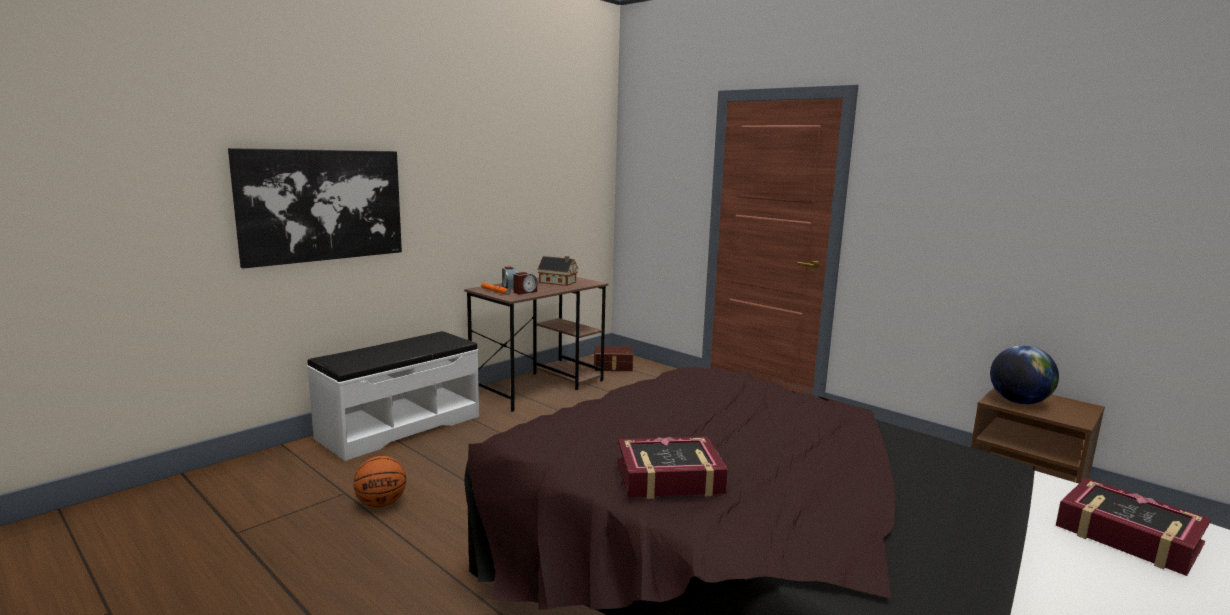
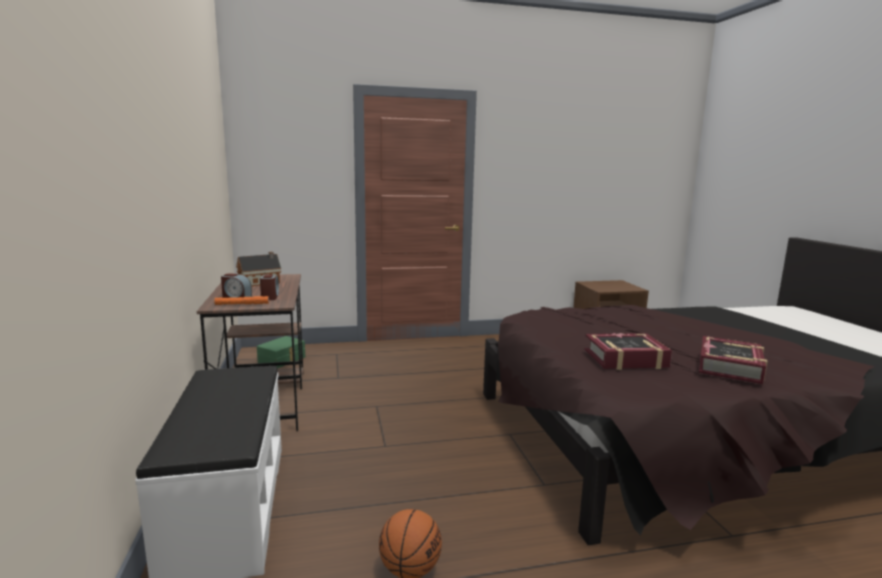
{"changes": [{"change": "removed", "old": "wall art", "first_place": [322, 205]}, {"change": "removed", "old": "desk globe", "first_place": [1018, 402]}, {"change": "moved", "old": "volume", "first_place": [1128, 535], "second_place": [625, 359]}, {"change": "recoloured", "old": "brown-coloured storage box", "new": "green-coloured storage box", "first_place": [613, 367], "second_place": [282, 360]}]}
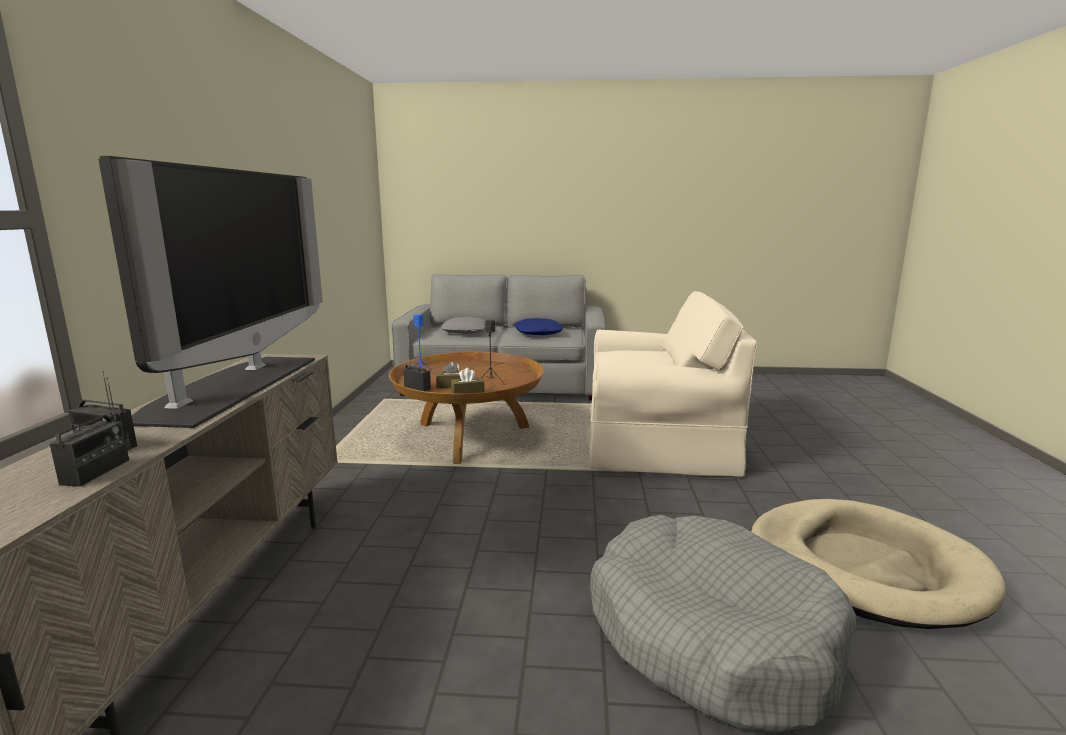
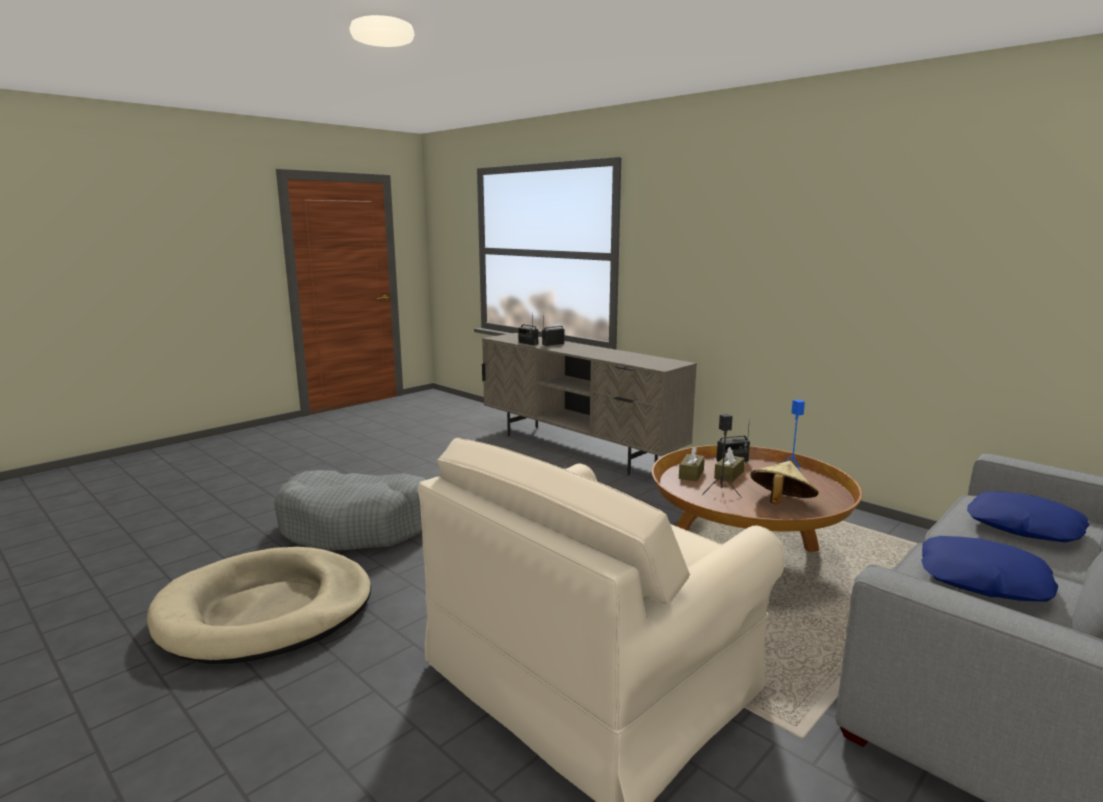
{"changes": [{"change": "removed", "old": "TV", "first_place": [232, 387]}, {"change": "added", "new": "sand-coloured clothing hat", "second_place": [781, 503]}, {"change": "recoloured", "old": "gray throw pillow", "new": "bluish throw pillow", "first_place": [465, 331], "second_place": [1023, 527]}]}
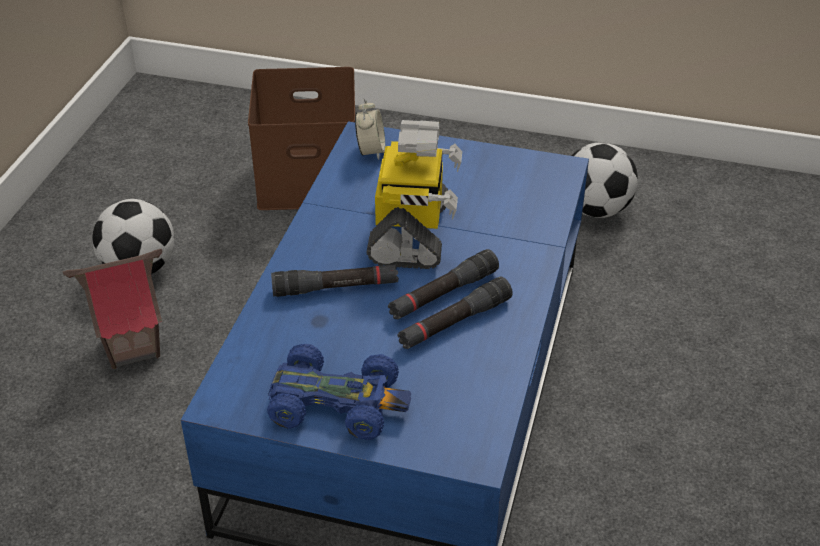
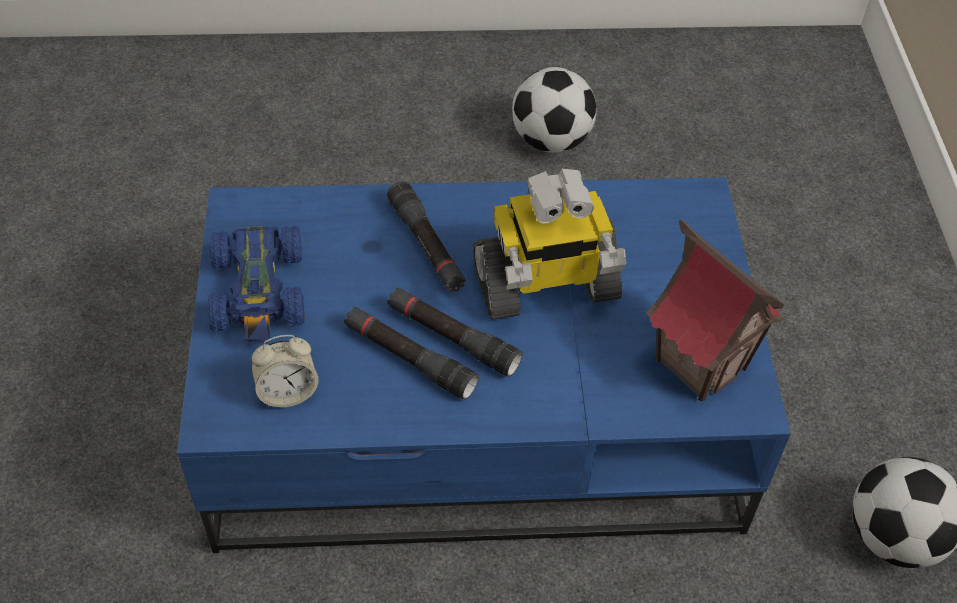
{"changes": [{"change": "removed", "old": "brown-coloured storage box", "first_place": [311, 177]}, {"change": "moved", "old": "miniature house", "first_place": [131, 346], "second_place": [701, 363]}, {"change": "moved", "old": "alarm clock", "first_place": [370, 151], "second_place": [287, 392]}]}
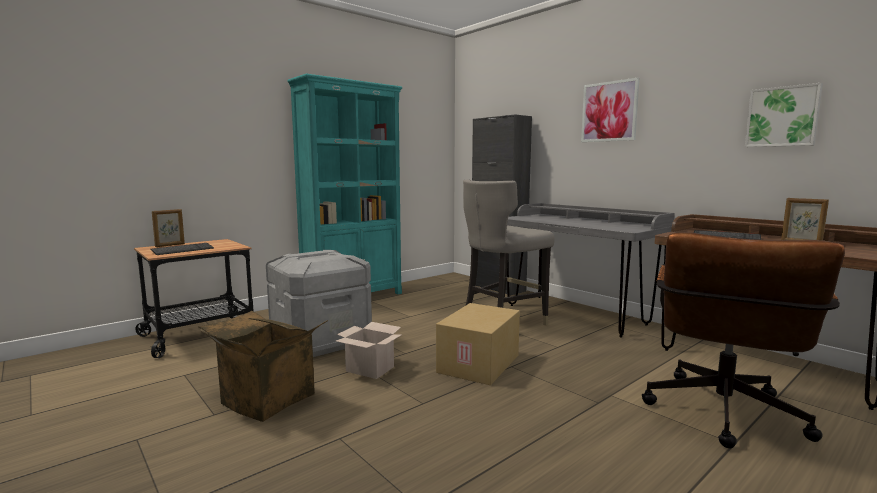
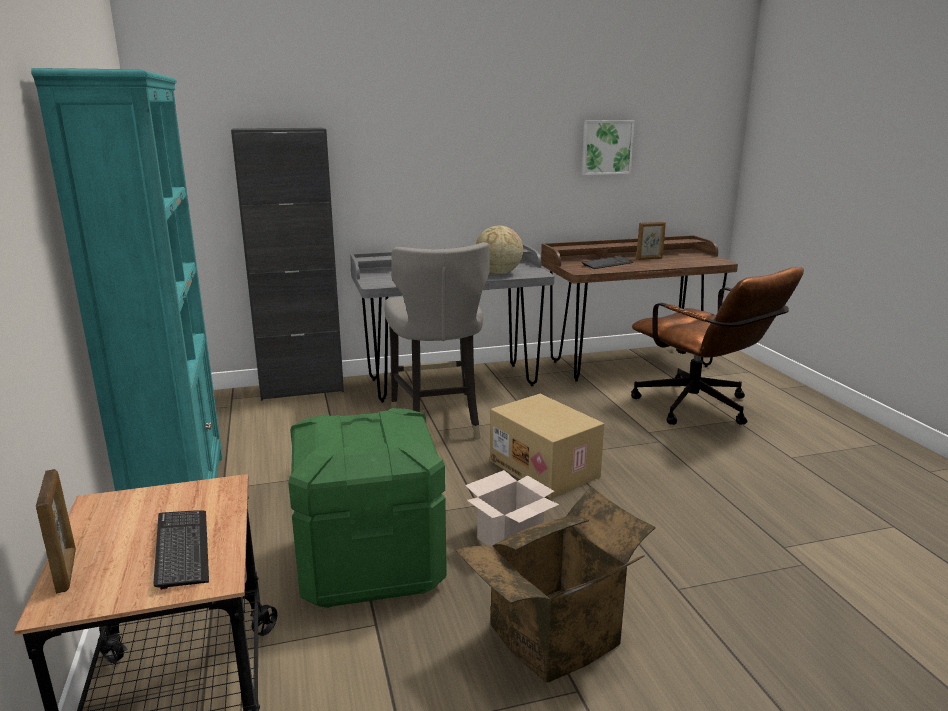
{"changes": [{"change": "removed", "old": "wall art", "first_place": [609, 111]}, {"change": "added", "new": "desk globe", "second_place": [498, 273]}, {"change": "recoloured", "old": "gray storage box", "new": "green-coloured storage box", "first_place": [321, 341], "second_place": [369, 563]}]}
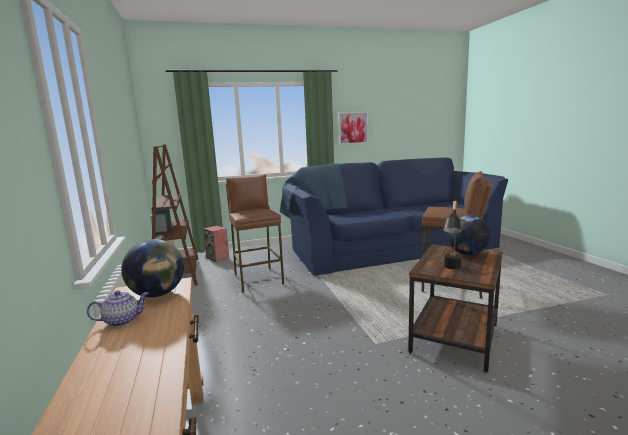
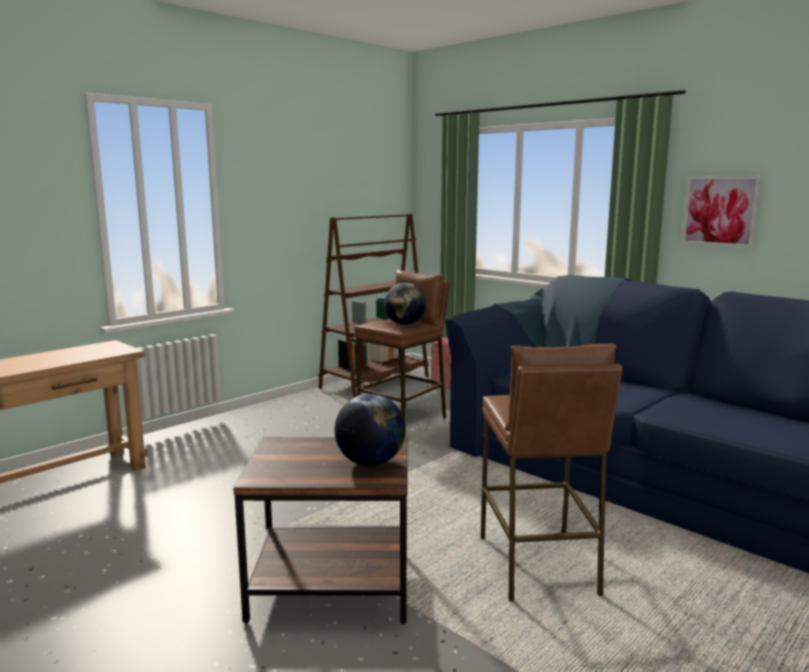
{"changes": [{"change": "removed", "old": "tea pot", "first_place": [122, 321]}, {"change": "removed", "old": "blackish lamp for a table", "first_place": [451, 269]}, {"change": "moved", "old": "desk globe", "first_place": [157, 294], "second_place": [405, 324]}]}
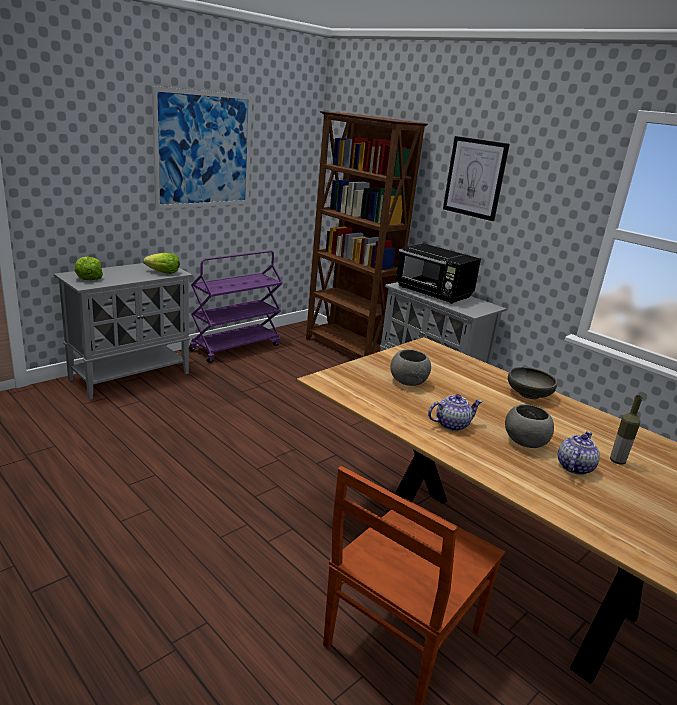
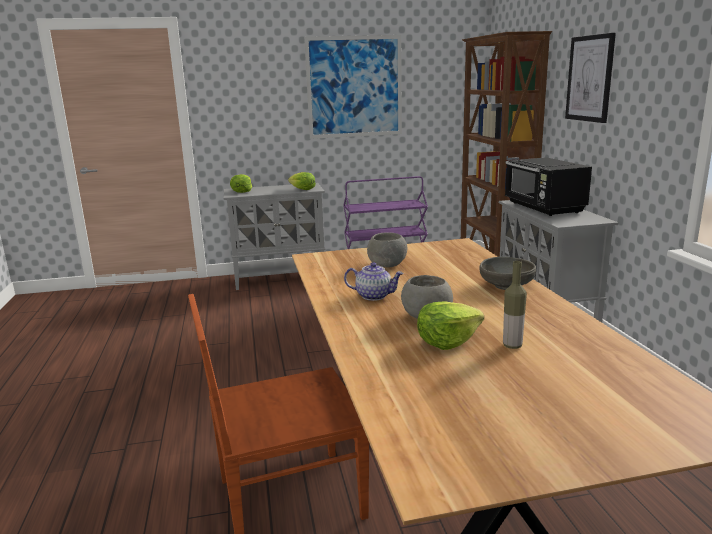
{"changes": [{"change": "replaced", "old": "tea pot", "new": "lettuce", "first_place": [574, 467], "second_place": [447, 341]}]}
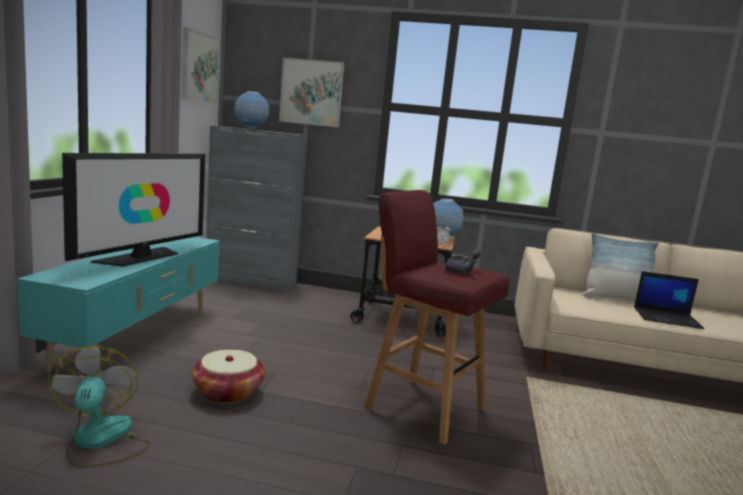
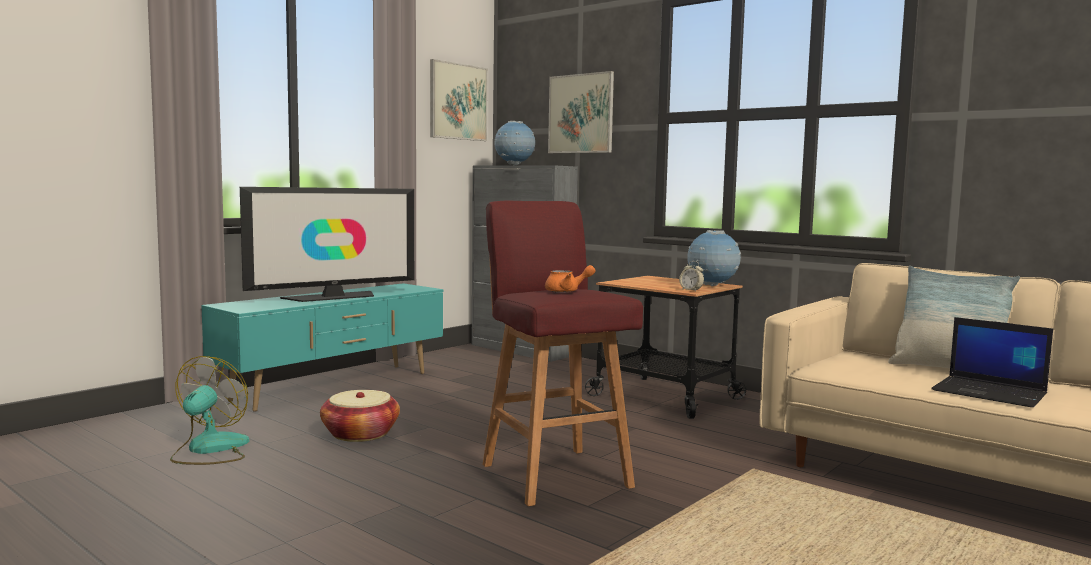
{"changes": [{"change": "recoloured", "old": "gray tea pot", "new": "orangey tea pot", "first_place": [461, 271], "second_place": [567, 291]}]}
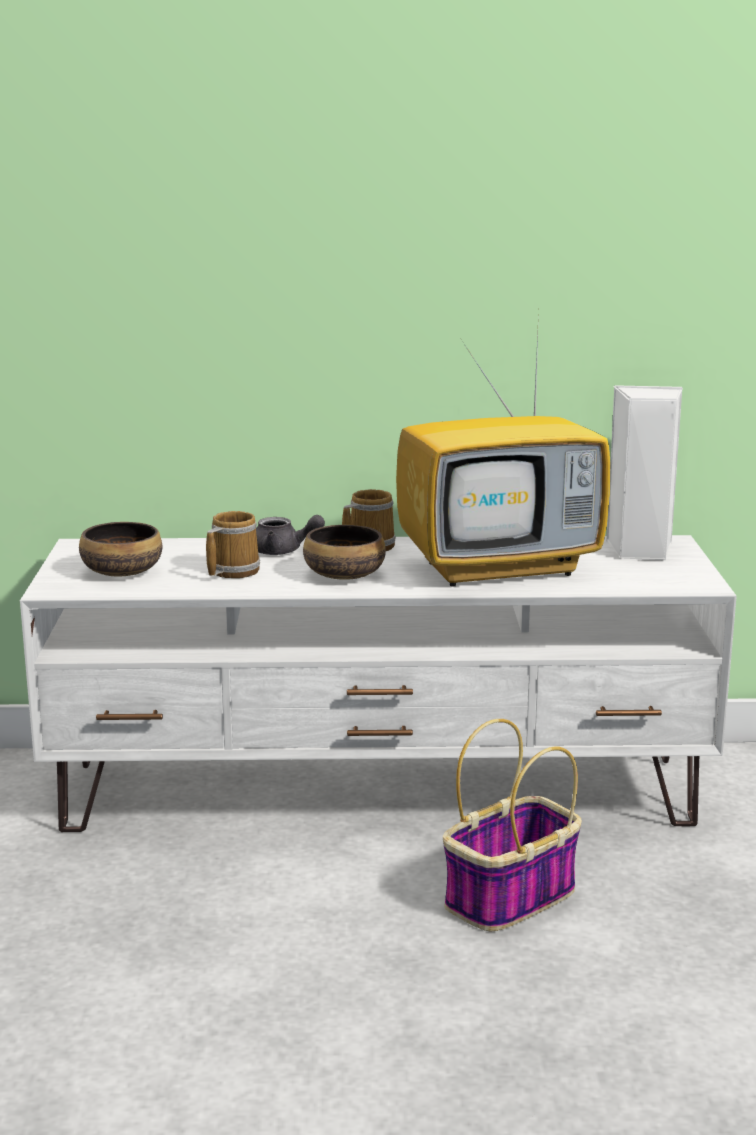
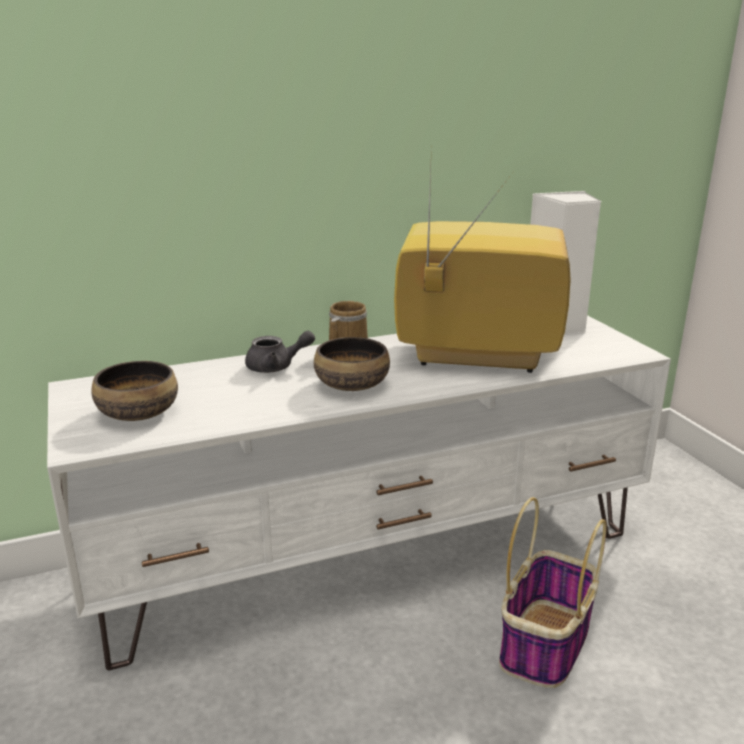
{"changes": [{"change": "removed", "old": "coffee mug", "first_place": [231, 571]}, {"change": "turned", "old": "TV", "first_place": [501, 567], "second_place": [473, 357], "degrees": -135}]}
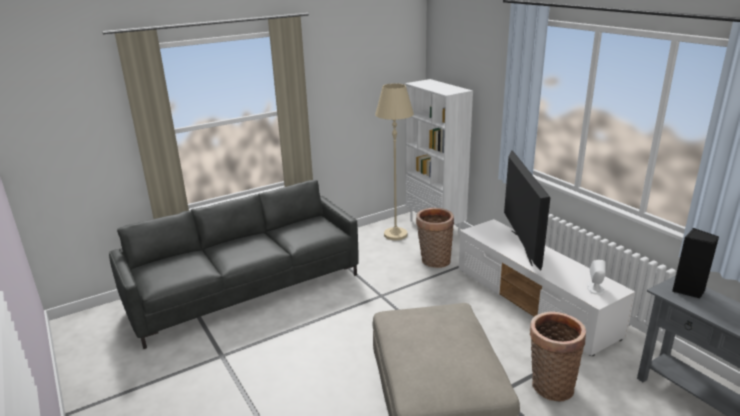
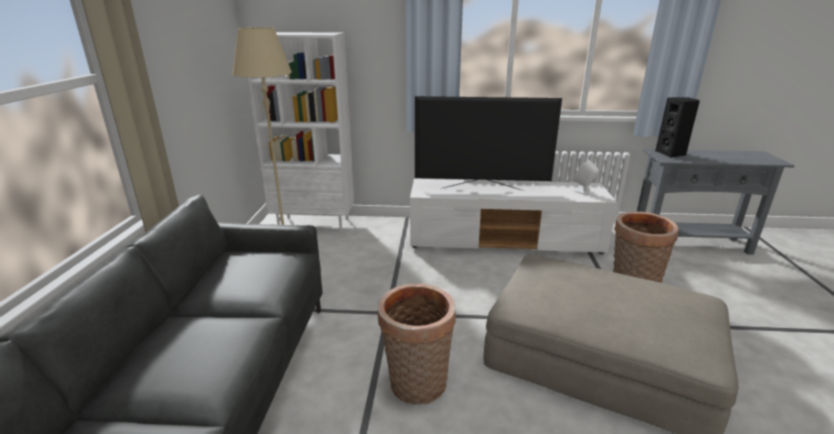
{"changes": [{"change": "moved", "old": "storage basket", "first_place": [434, 261], "second_place": [416, 387]}, {"change": "turned", "old": "TV", "first_place": [520, 247], "second_place": [481, 189], "degrees": 150}]}
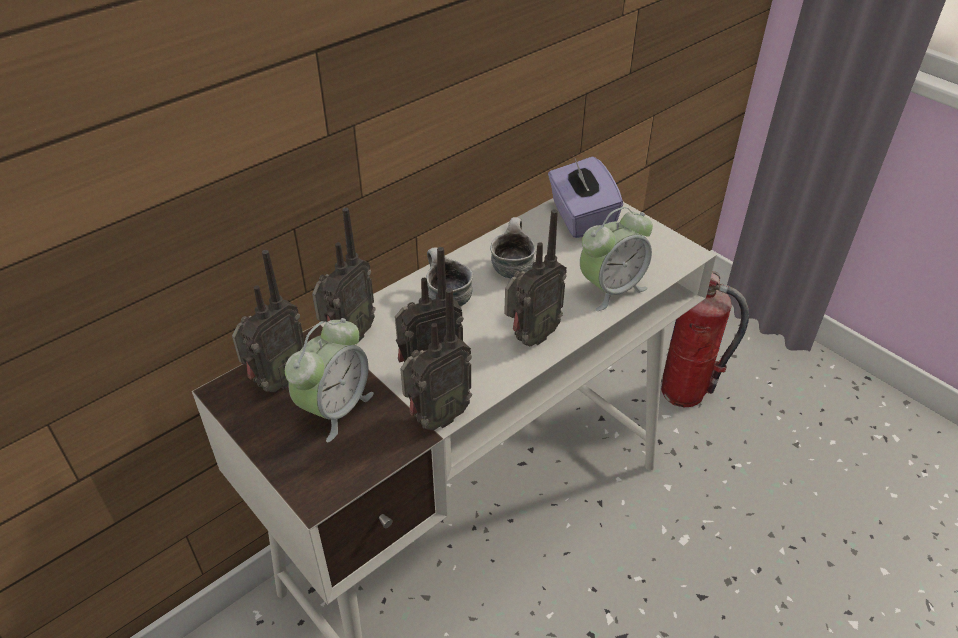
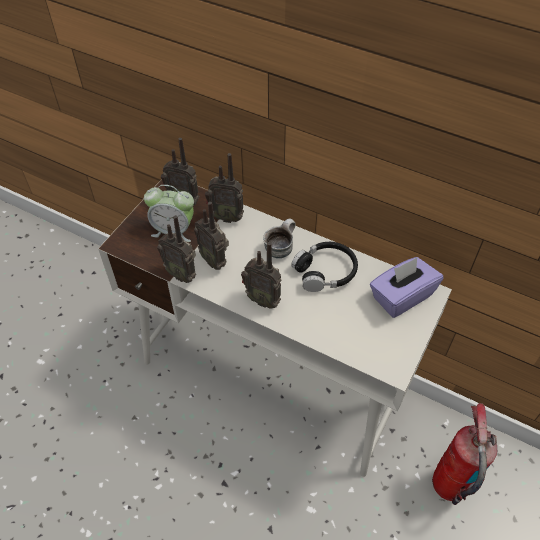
{"changes": [{"change": "removed", "old": "alarm clock", "first_place": [611, 289]}, {"change": "replaced", "old": "coffee mug", "new": "blackish headphones", "first_place": [511, 267], "second_place": [325, 272]}]}
